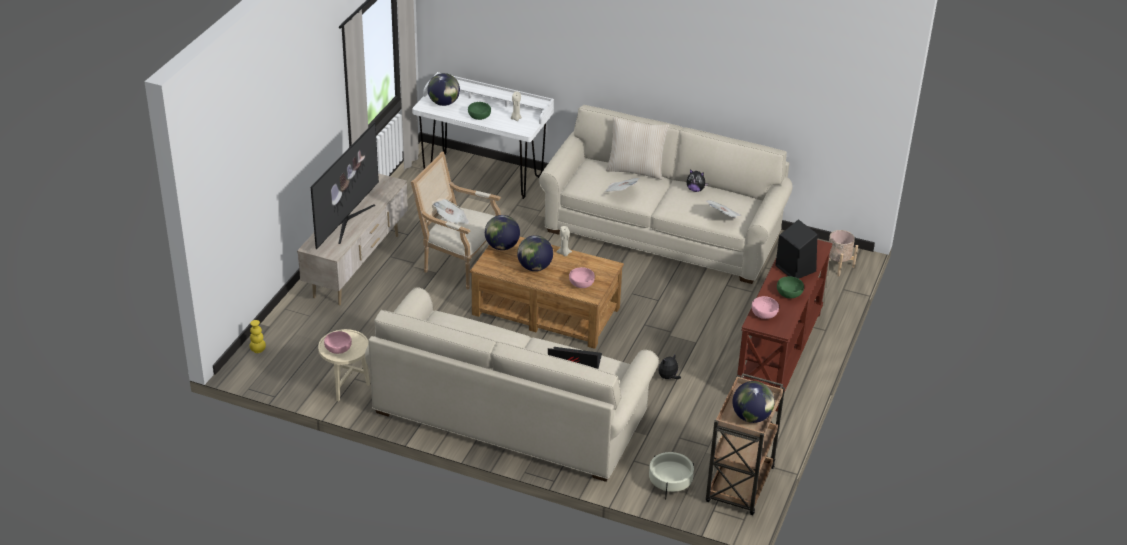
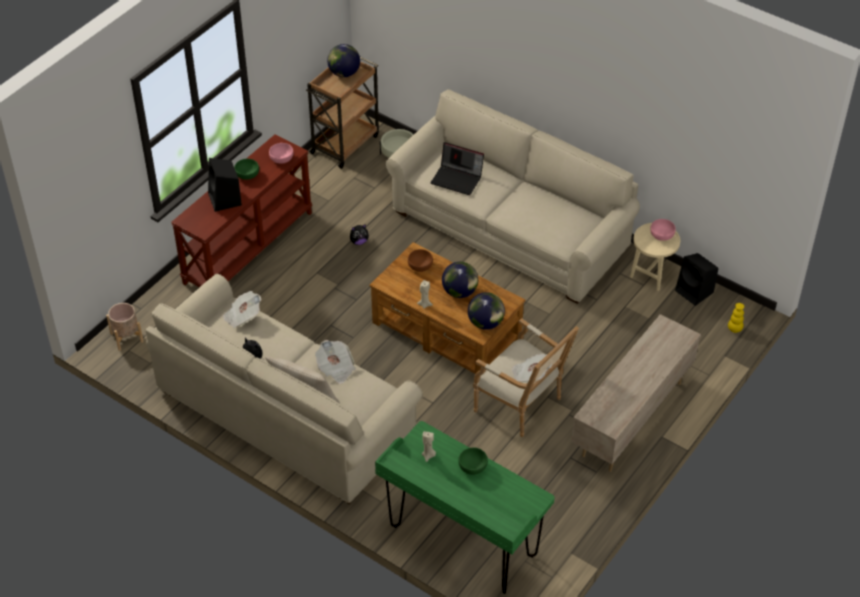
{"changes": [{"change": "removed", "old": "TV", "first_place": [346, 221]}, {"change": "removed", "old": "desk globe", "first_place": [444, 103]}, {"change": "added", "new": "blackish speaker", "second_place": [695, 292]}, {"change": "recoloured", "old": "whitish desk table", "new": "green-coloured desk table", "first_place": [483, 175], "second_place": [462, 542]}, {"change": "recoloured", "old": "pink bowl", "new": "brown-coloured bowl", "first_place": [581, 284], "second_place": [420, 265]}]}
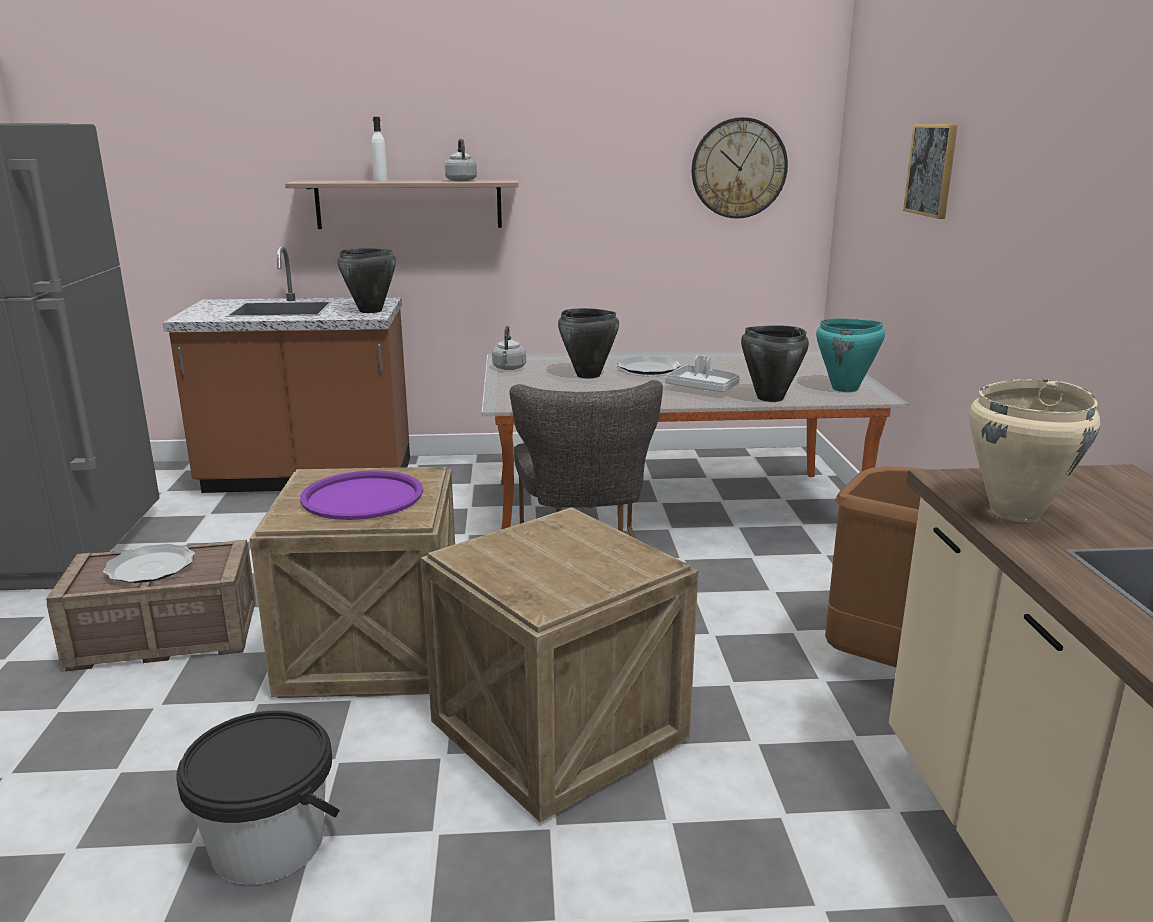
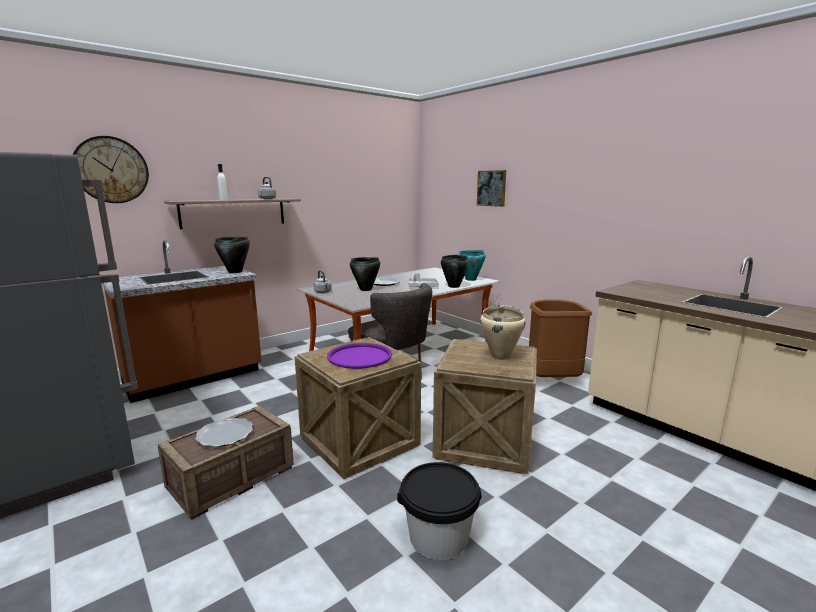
{"changes": [{"change": "moved", "old": "hanging clock", "first_place": [739, 168], "second_place": [111, 170]}, {"change": "moved", "old": "sand-coloured cooking pot", "first_place": [1016, 513], "second_place": [500, 356]}]}
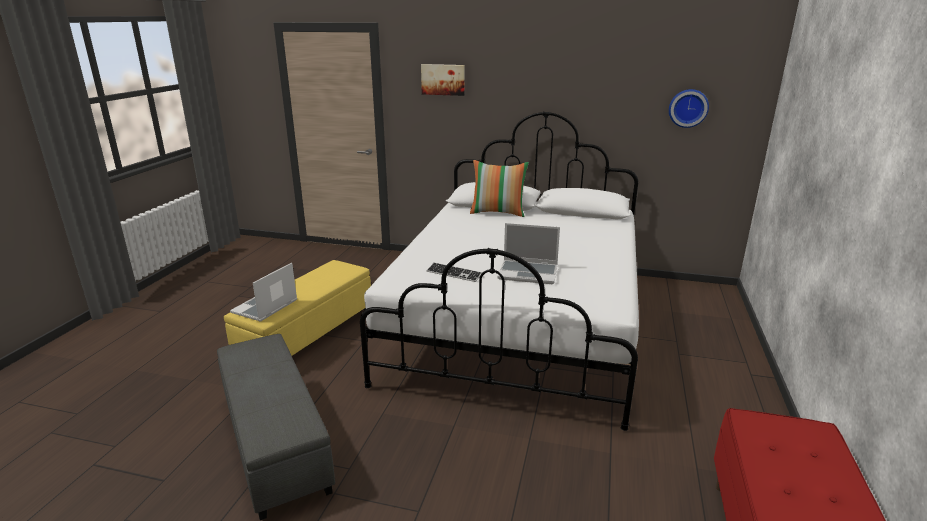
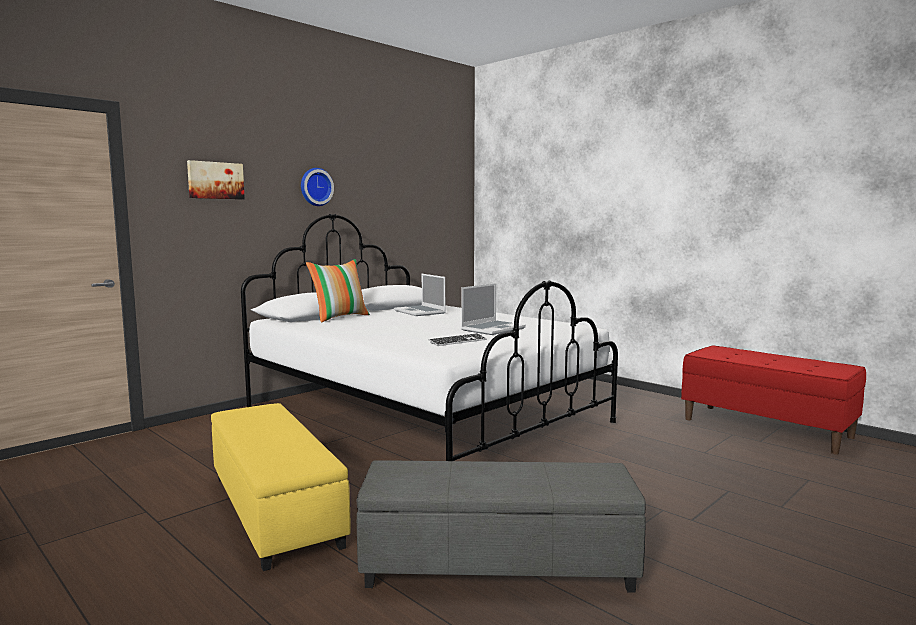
{"changes": [{"change": "moved", "old": "laptop", "first_place": [265, 307], "second_place": [420, 312]}, {"change": "moved", "old": "hanging clock", "first_place": [688, 108], "second_place": [315, 187]}]}
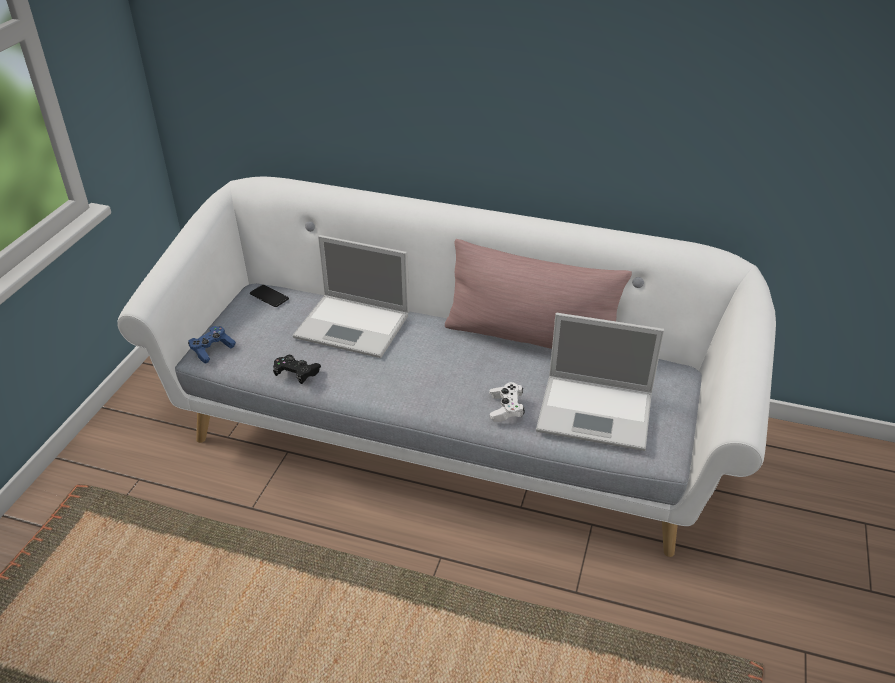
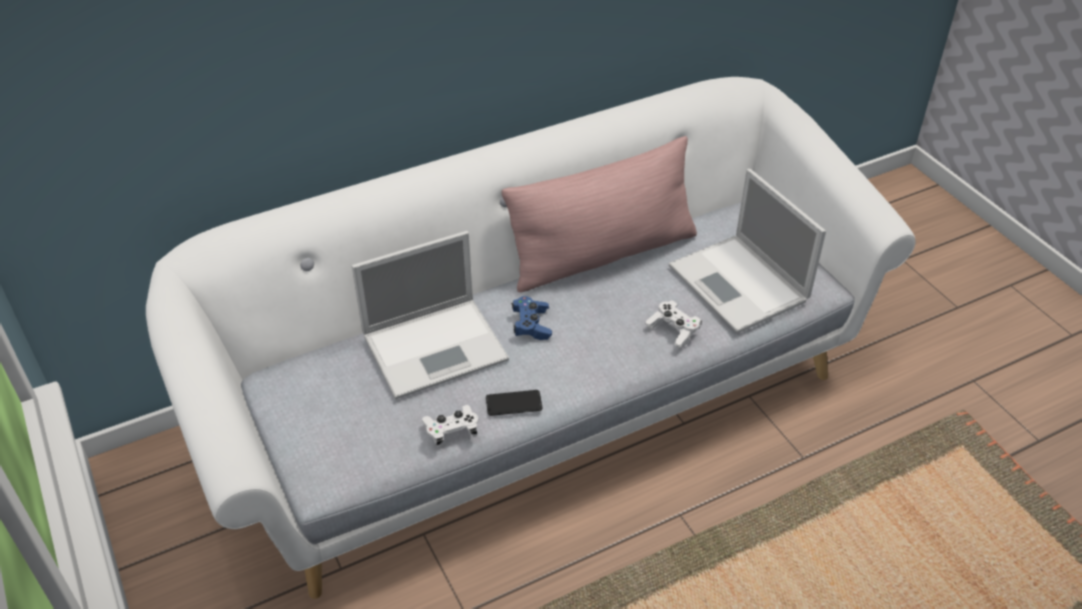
{"changes": [{"change": "moved", "old": "bluish game controller", "first_place": [212, 350], "second_place": [531, 325]}, {"change": "moved", "old": "telephone", "first_place": [269, 296], "second_place": [514, 403]}, {"change": "recoloured", "old": "blackish game controller", "new": "whitish game controller", "first_place": [296, 374], "second_place": [451, 431]}, {"change": "turned", "old": "laptop", "first_place": [597, 412], "second_place": [740, 285], "degrees": 90}]}
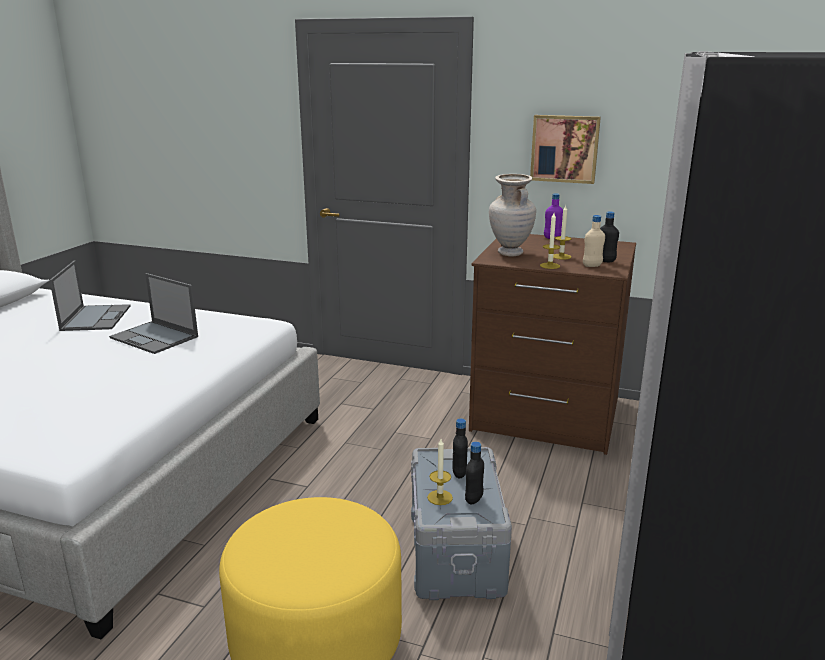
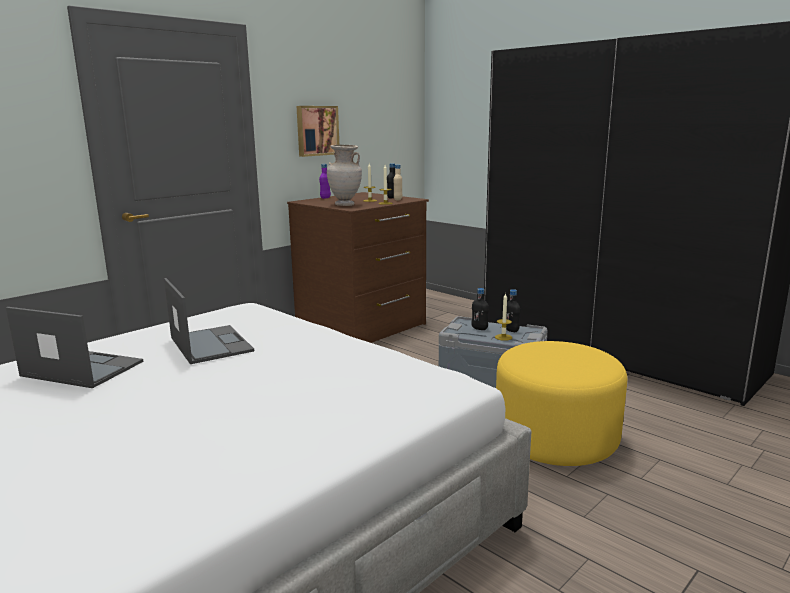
{"changes": [{"change": "turned", "old": "laptop", "first_place": [155, 337], "second_place": [210, 344], "degrees": -90}]}
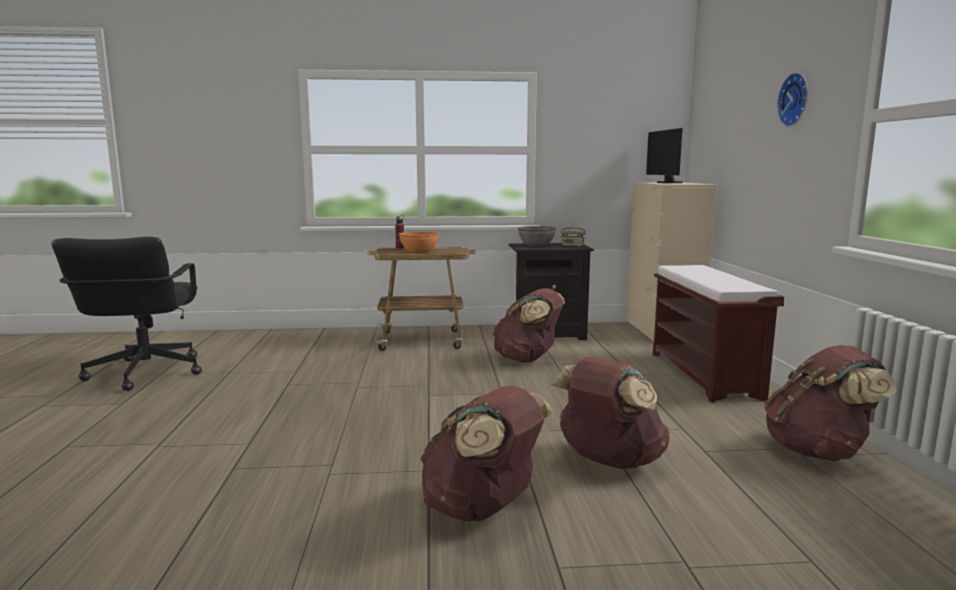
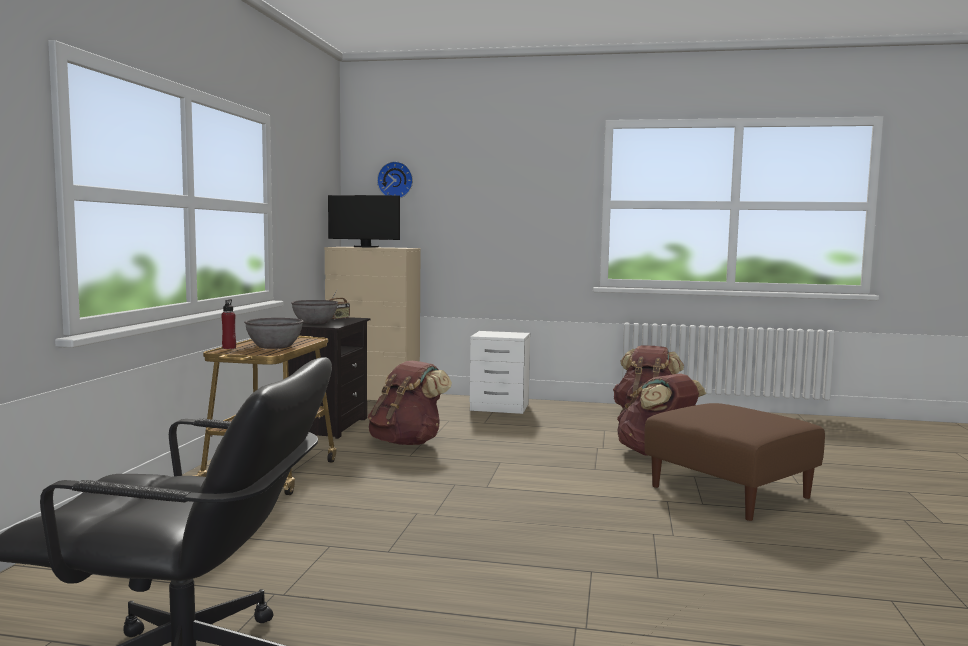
{"changes": [{"change": "moved", "old": "hanging clock", "first_place": [796, 99], "second_place": [395, 180]}, {"change": "replaced", "old": "brown-coloured rucksack", "new": "brown-coloured ottoman", "first_place": [482, 508], "second_place": [730, 492]}, {"change": "replaced", "old": "brown-coloured indoor bench", "new": "whitish night table", "first_place": [705, 375], "second_place": [500, 407]}, {"change": "recoloured", "old": "orangey bowl", "new": "gray bowl", "first_place": [419, 251], "second_place": [274, 346]}]}
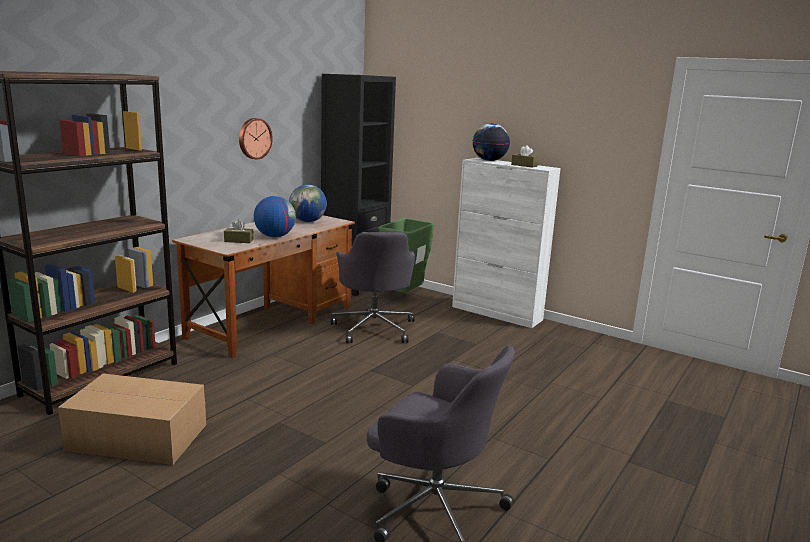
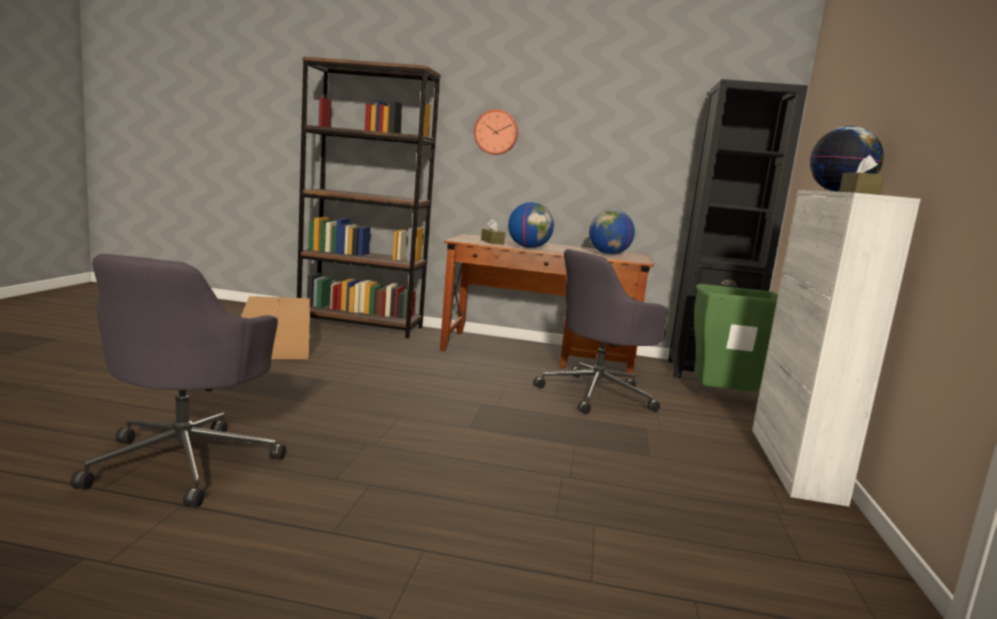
{"changes": [{"change": "moved", "old": "hanging clock", "first_place": [254, 138], "second_place": [496, 132]}]}
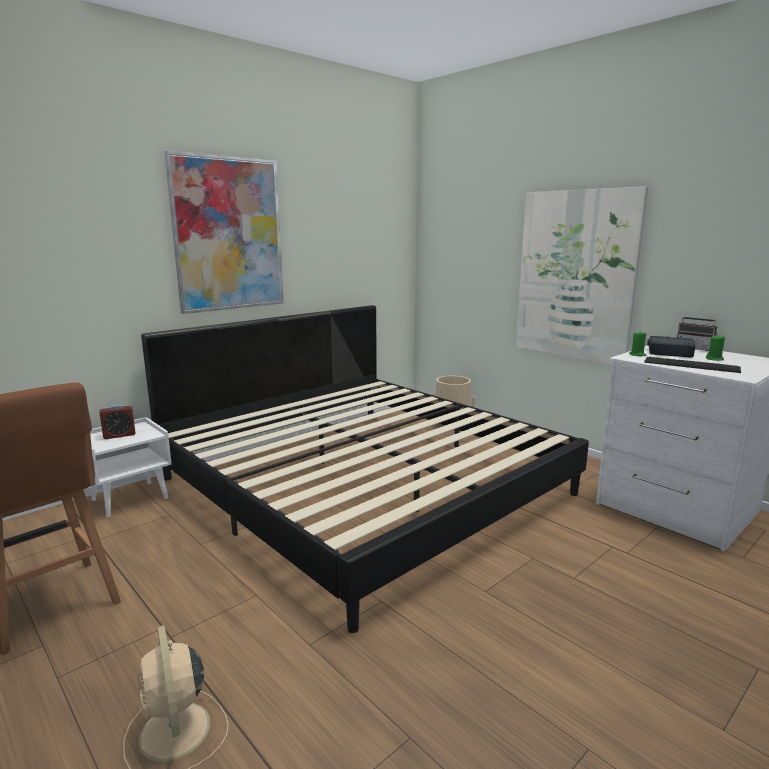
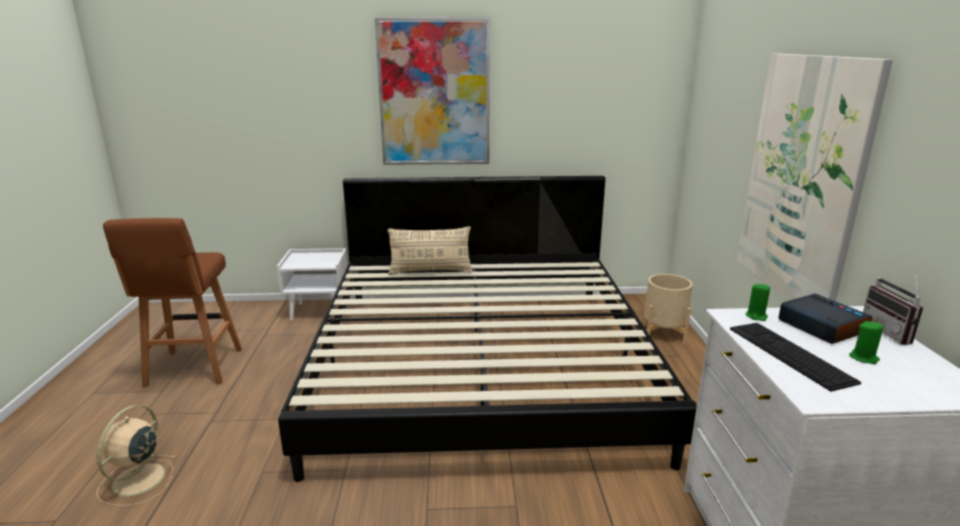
{"changes": [{"change": "removed", "old": "alarm clock", "first_place": [119, 435]}, {"change": "added", "new": "sand-coloured throw pillow", "second_place": [430, 271]}]}
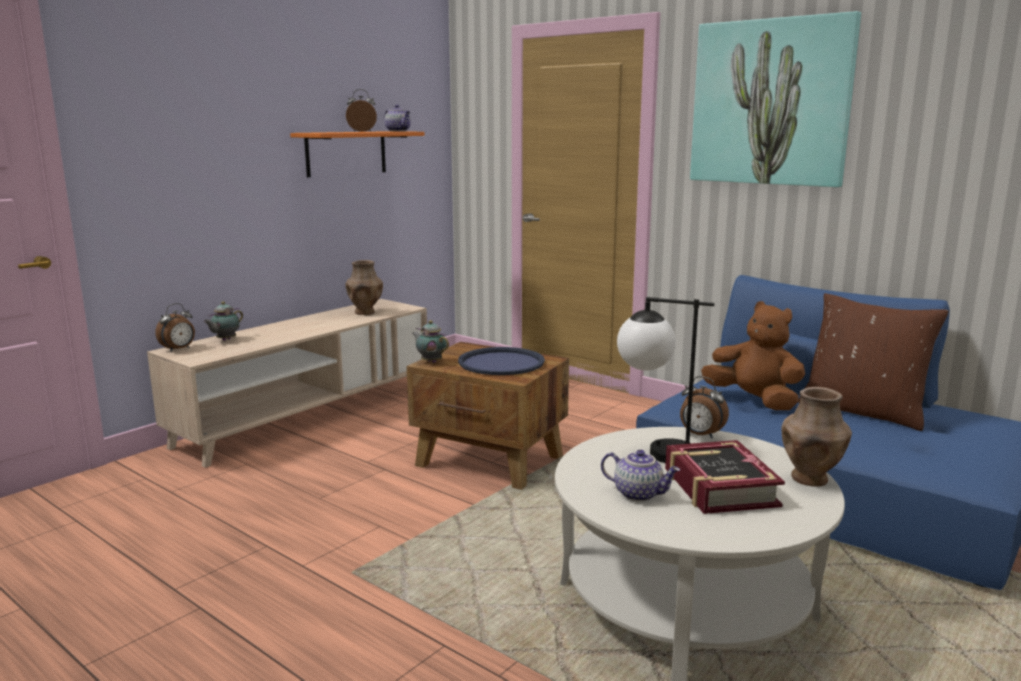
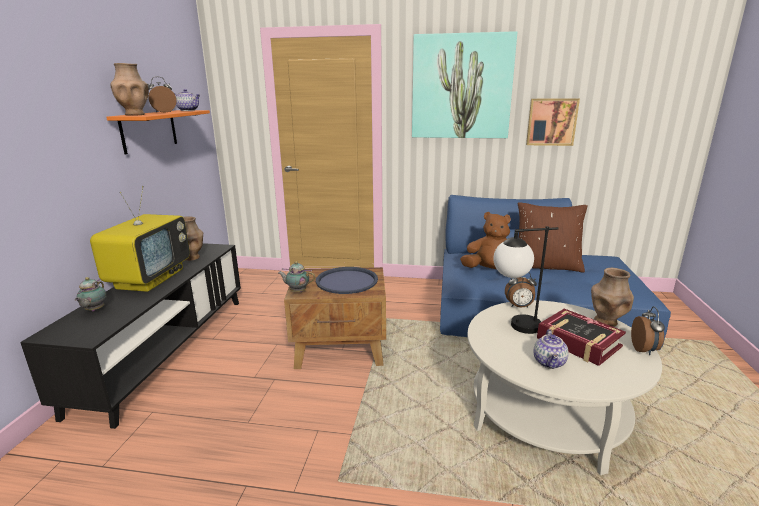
{"changes": [{"change": "added", "new": "TV", "second_place": [150, 278]}, {"change": "added", "new": "brown-coloured vase", "second_place": [135, 115]}, {"change": "added", "new": "wall art", "second_place": [551, 122]}, {"change": "moved", "old": "alarm clock", "first_place": [179, 349], "second_place": [644, 350]}, {"change": "recoloured", "old": "sand-coloured tv stand", "new": "blackish tv stand", "first_place": [307, 416], "second_place": [166, 350]}, {"change": "turned", "old": "tea pot", "first_place": [639, 494], "second_place": [550, 363], "degrees": 105}]}
